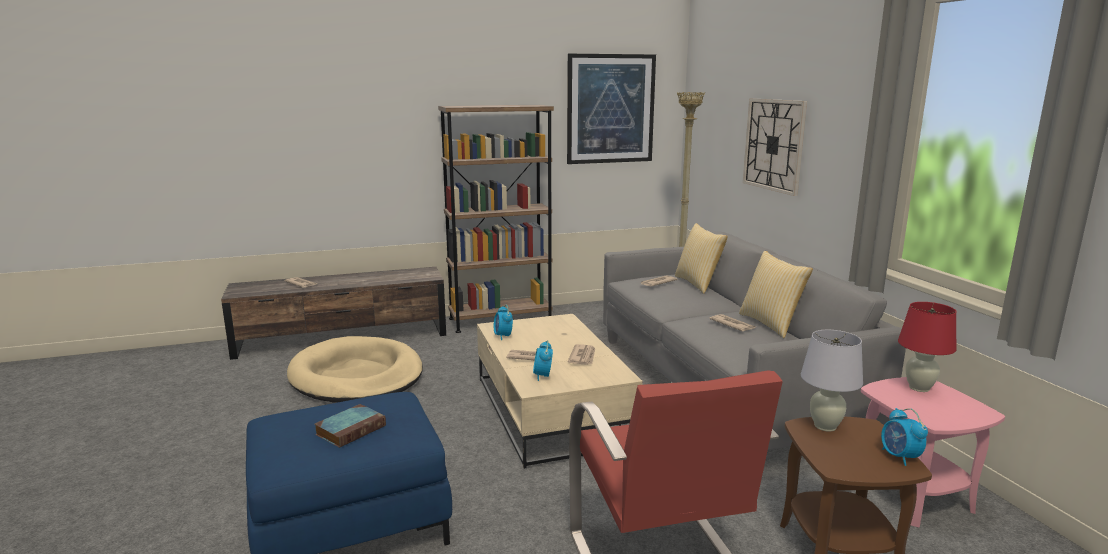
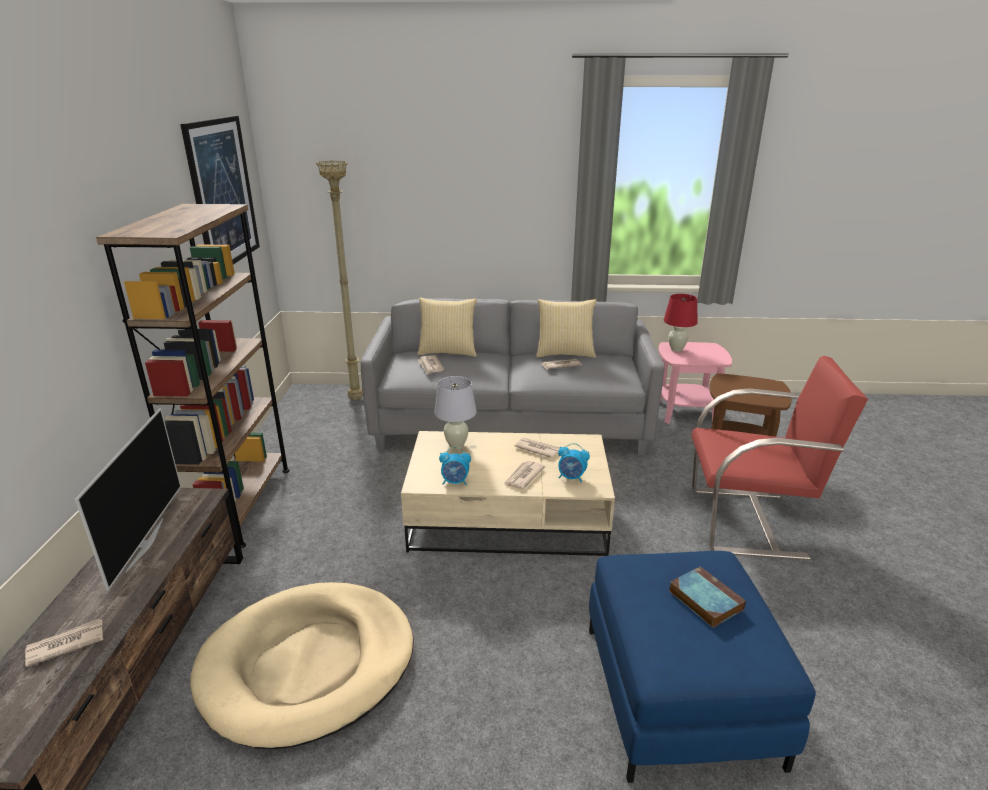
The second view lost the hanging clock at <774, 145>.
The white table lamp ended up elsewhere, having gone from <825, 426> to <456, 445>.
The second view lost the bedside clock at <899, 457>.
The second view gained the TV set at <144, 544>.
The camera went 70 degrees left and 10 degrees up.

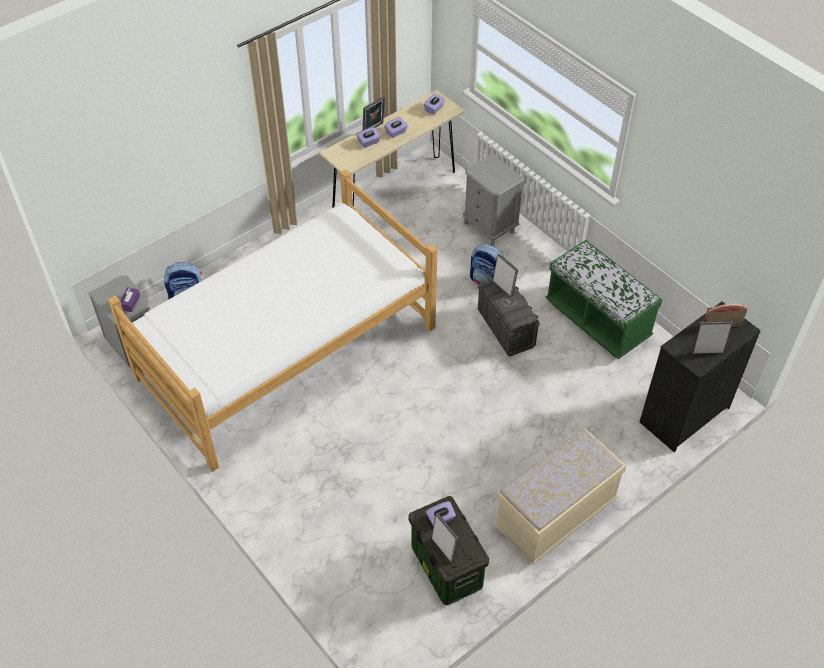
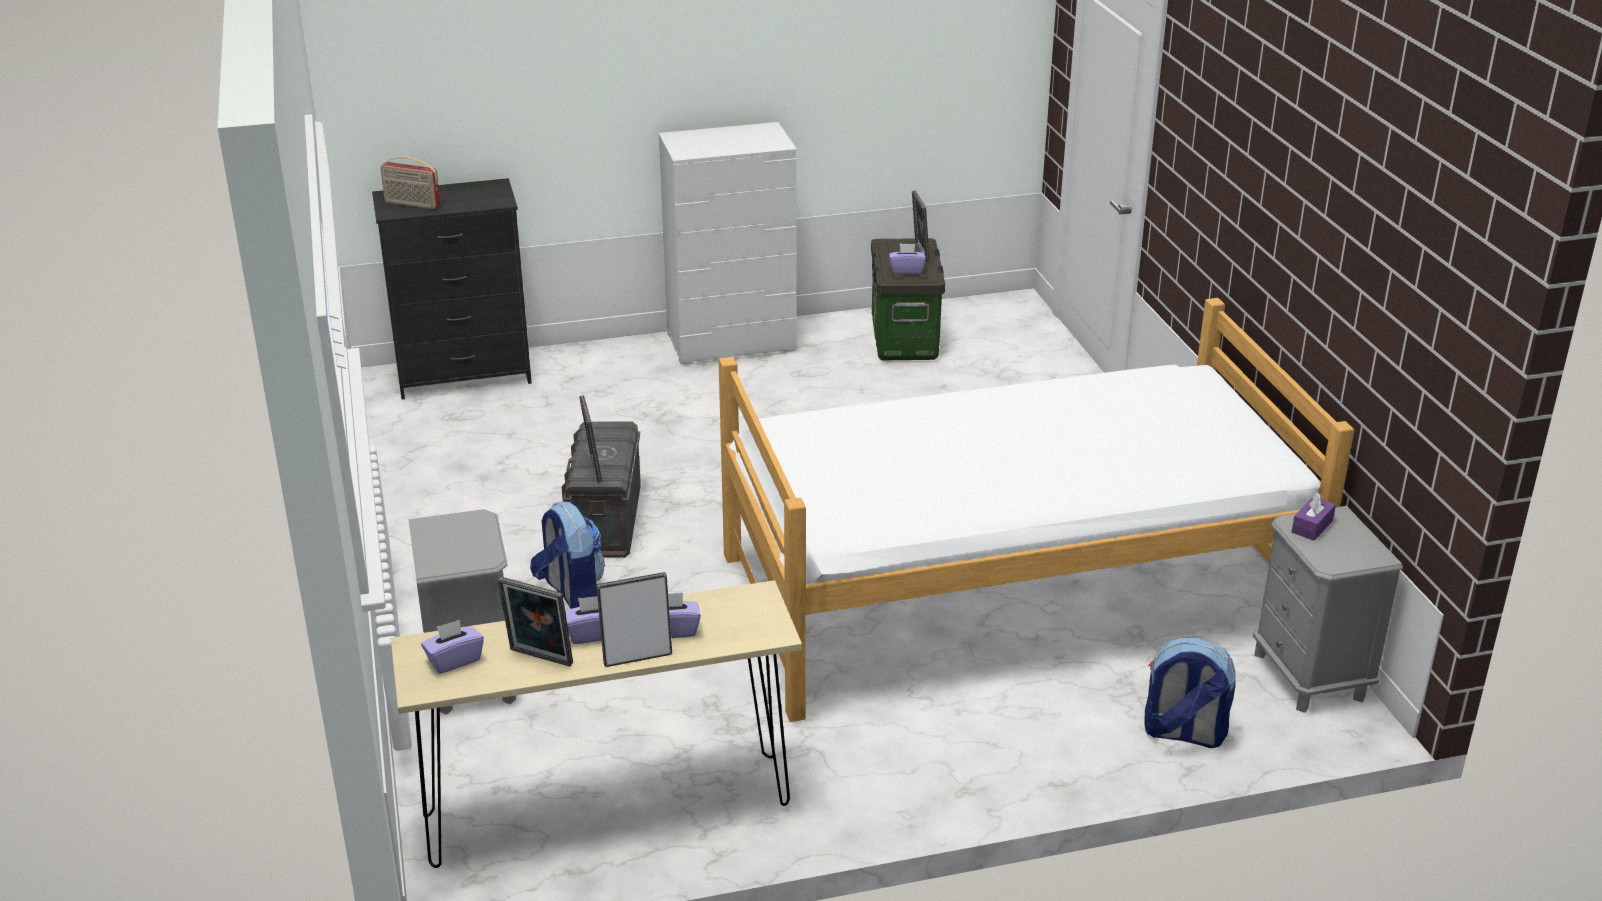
Where the sand-coloured bench stood at <555, 515>, the white dresser came to stand at <732, 342>.
The second view lost the green-coloured bench at <597, 320>.
The standing frame ended up elsewhere, having gone from <707, 351> to <539, 659>.
The camera went 155 degrees left and 20 degrees down.

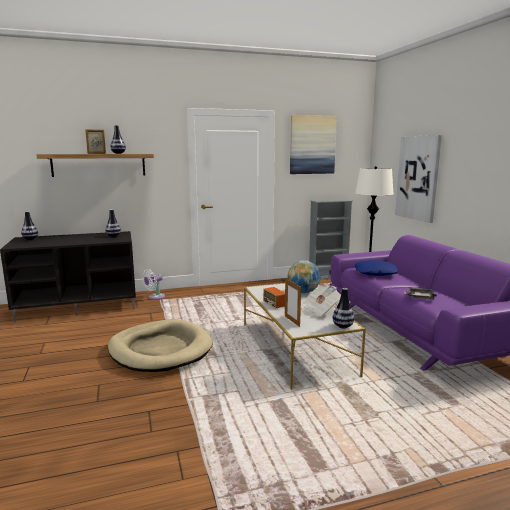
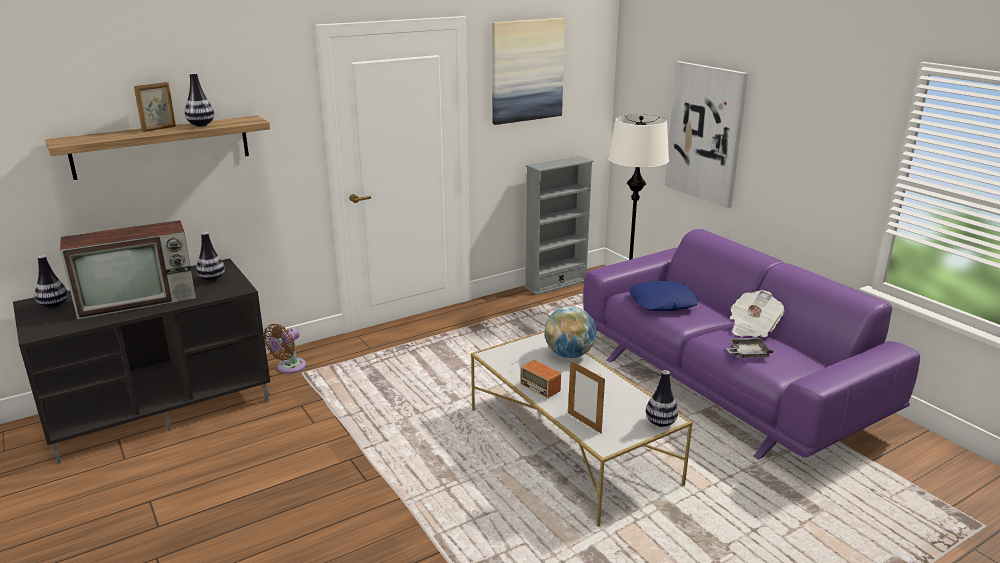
The second view lost the sand-coloured dog cushion at <160, 350>.
What was the white cooling fan at <155, 297> turned into the brown cooling fan at <289, 367>.
The newspaper ended up elsewhere, having gone from <319, 311> to <752, 327>.
The second view gained the TV set at <139, 300>.
The camera went 15 degrees left and 10 degrees up.

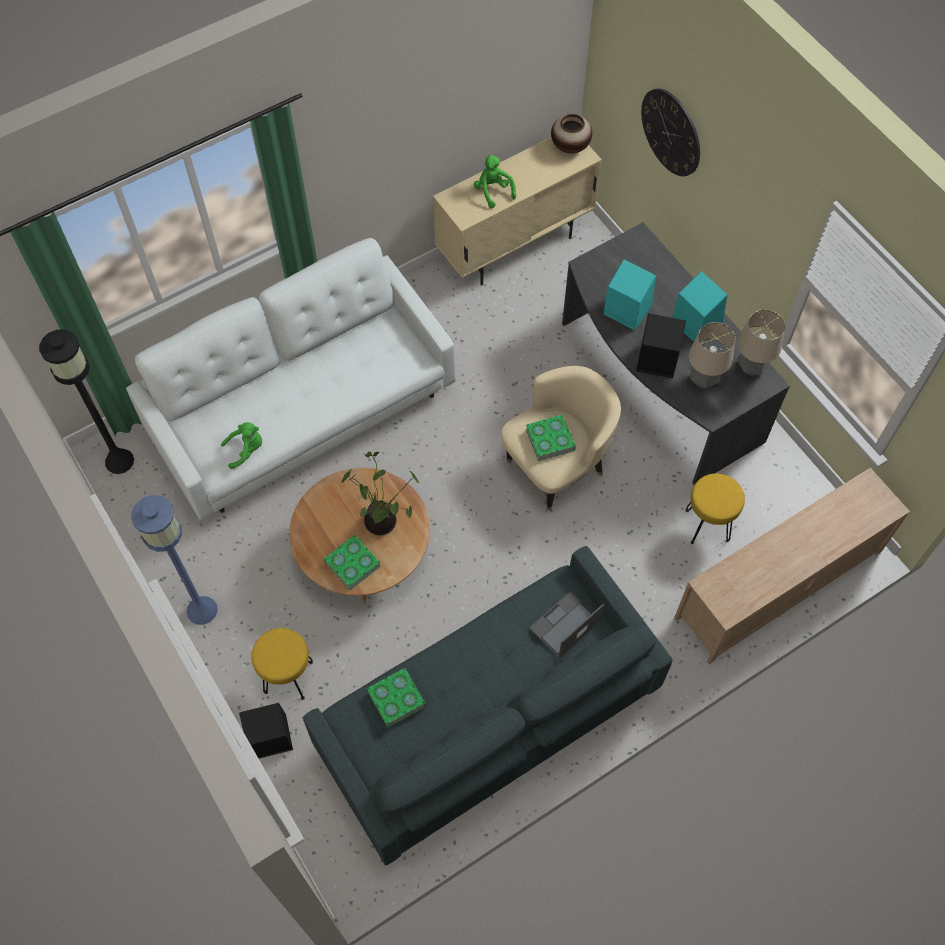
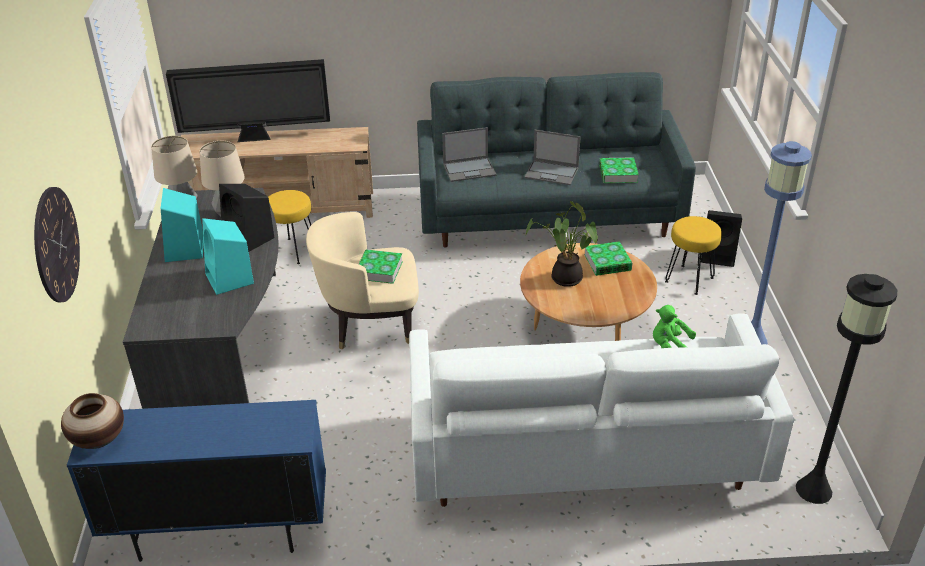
What was the sand-coloured cabinet at <515, 246> turned into the blue-coloured cabinet at <219, 532>.
The second view lost the green-coloured plush toy at <493, 191>.
The second view gained the TV set at <256, 138>.
The second view gained the portable computer at <552, 173>.
The camera went 150 degrees left and 25 degrees down.

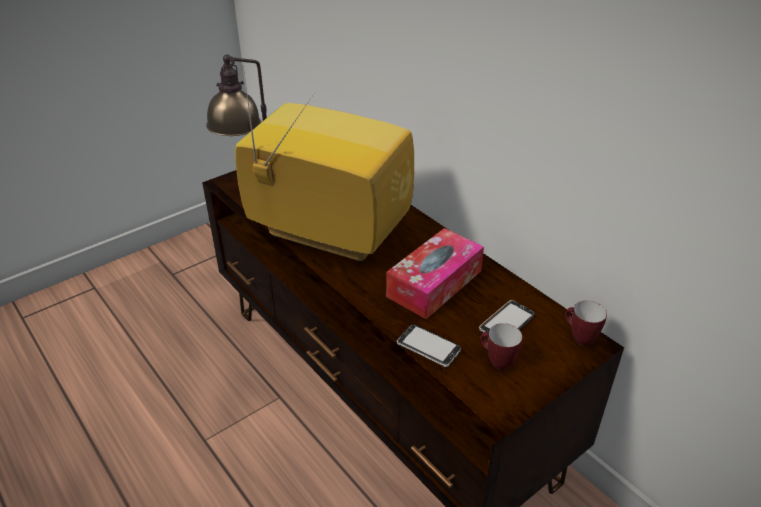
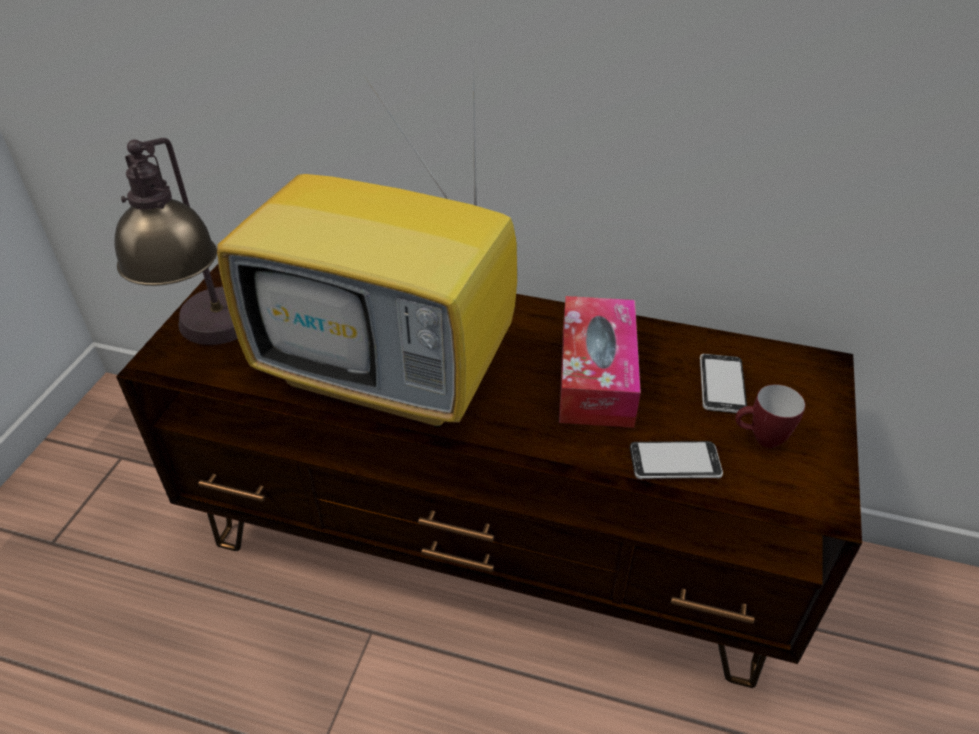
The TV set at <325, 235> ended up facing another way, 150 degrees counterclockwise from before.
The second view lost the tea mug at <578, 337>.
The camera went 35 degrees left and 5 degrees up.

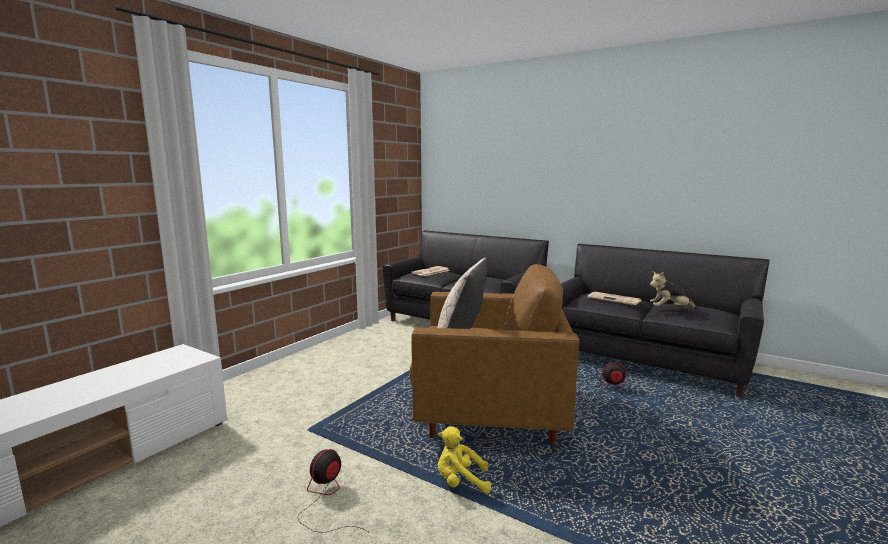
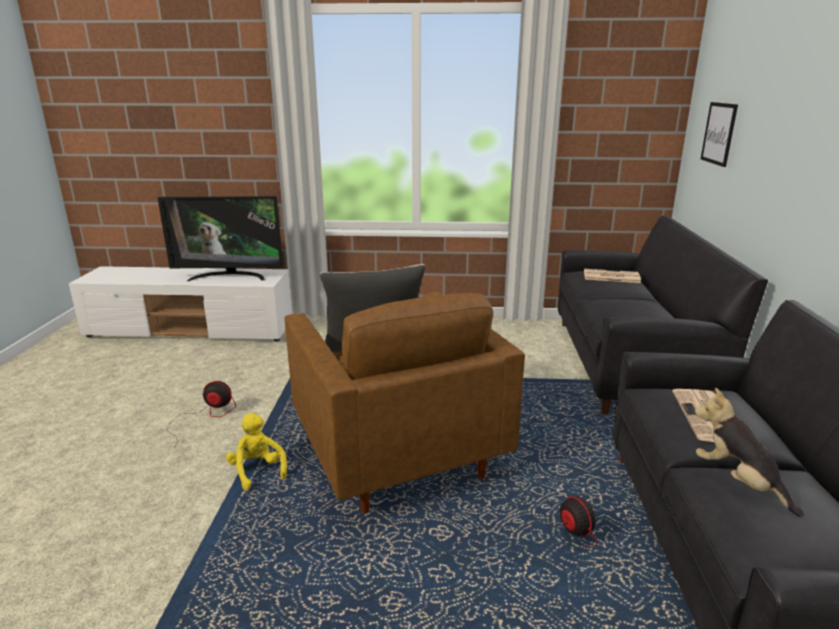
The second view gained the TV set at <229, 276>.
The second view gained the picture at <719, 133>.
The camera went 60 degrees right and 10 degrees up.

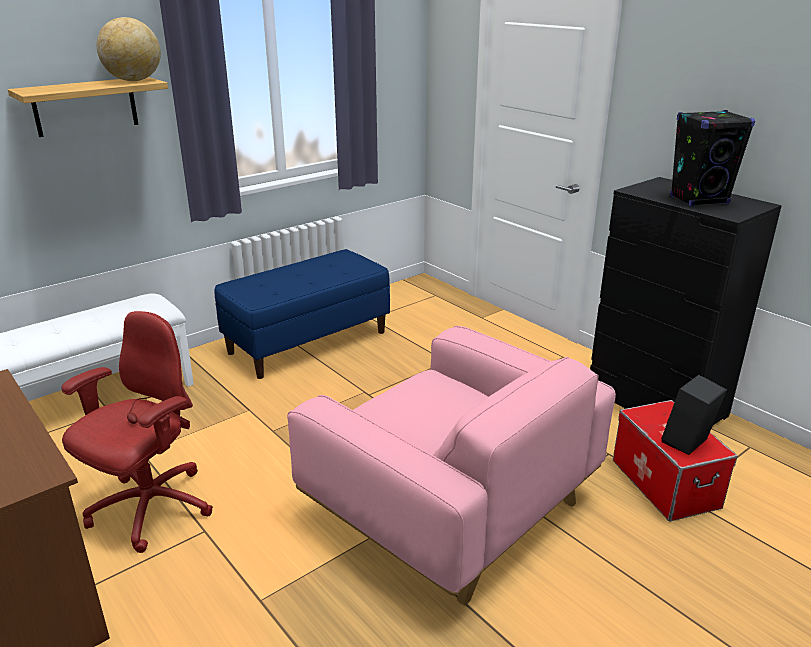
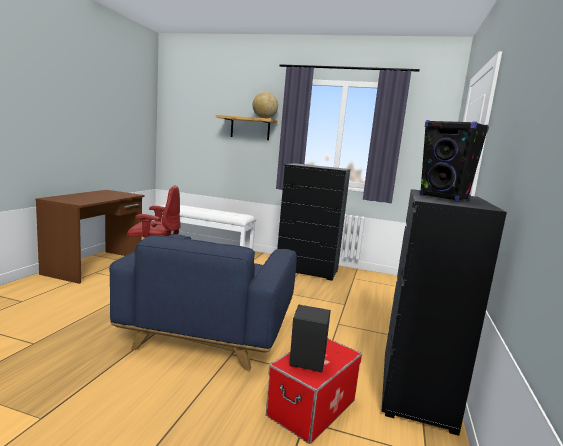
Where the blue-coloured bench stood at <308, 342>, the blackish dresser came to stand at <307, 270>.
What was the pink-coloured easy chair at <451, 505> turned into the blue-coloured easy chair at <210, 330>.
The camera went 55 degrees right and 15 degrees down.

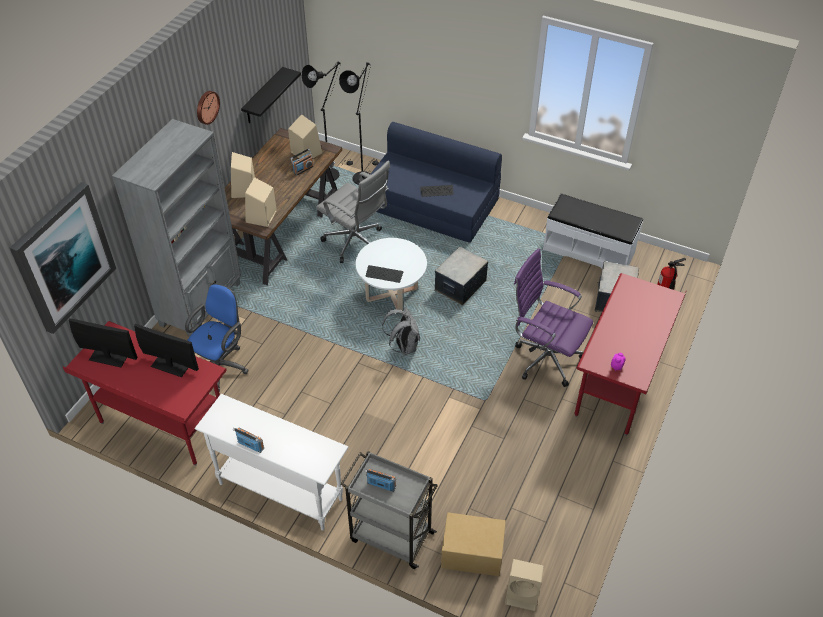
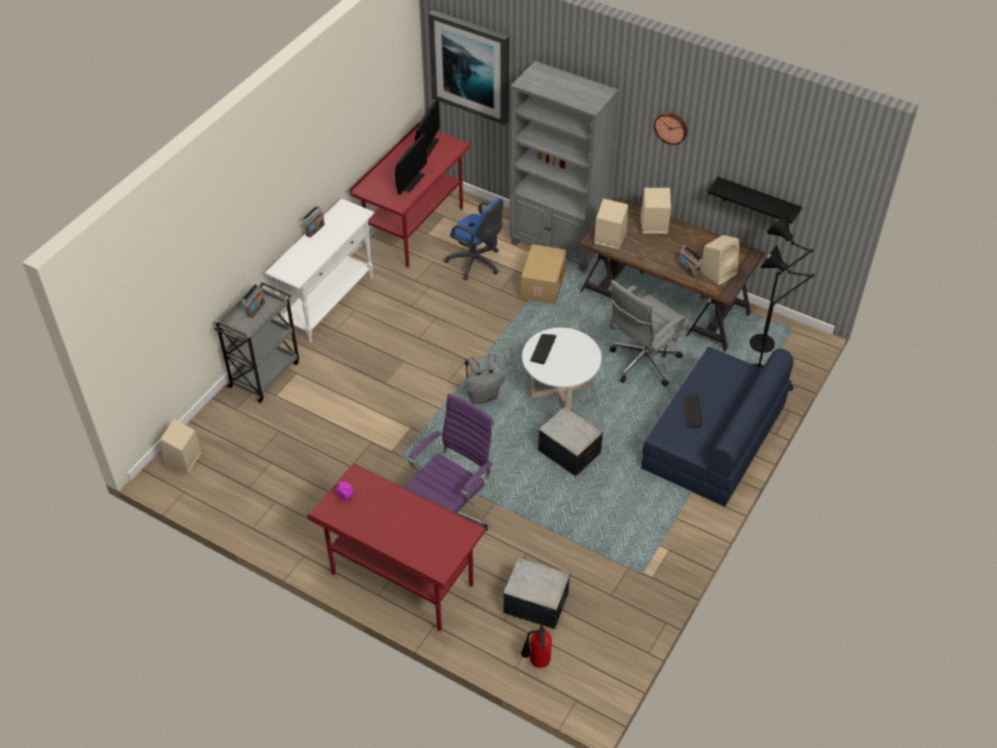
The packing box ended up elsewhere, having gone from <471, 554> to <542, 285>.
The second view lost the white bench at <589, 250>.
The camera went 95 degrees right and 0 degrees up.

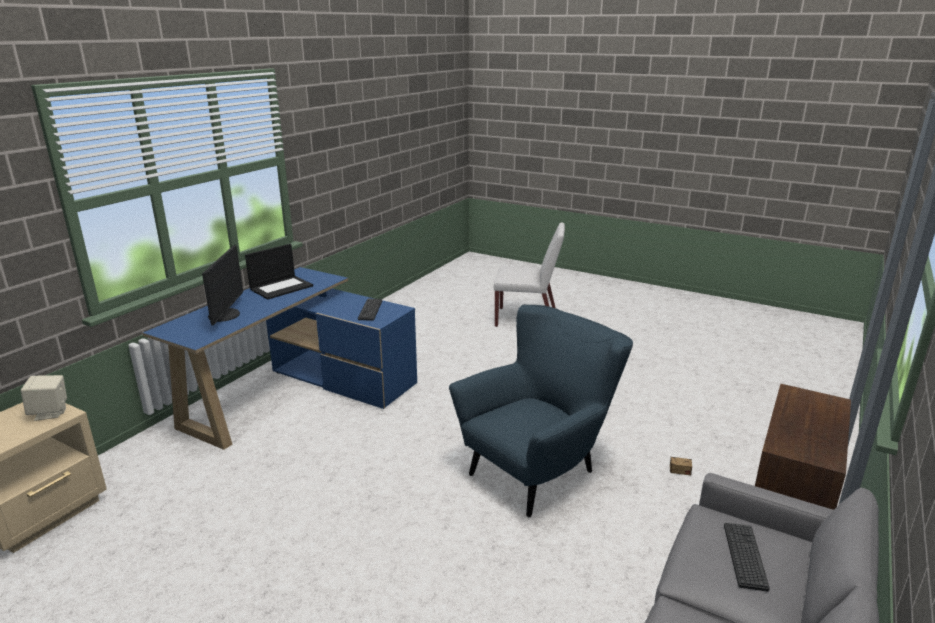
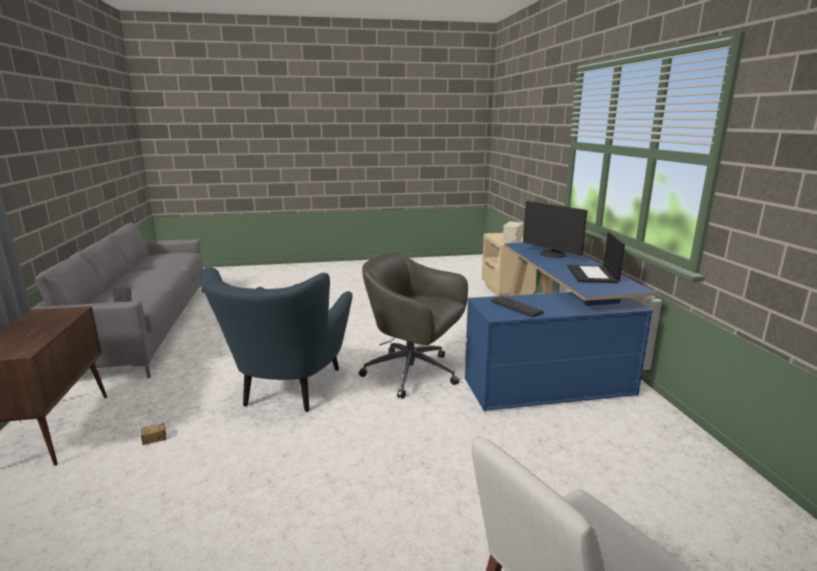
The second view gained the greyish desk chair at <414, 373>.
The camera went 140 degrees right and 5 degrees down.

